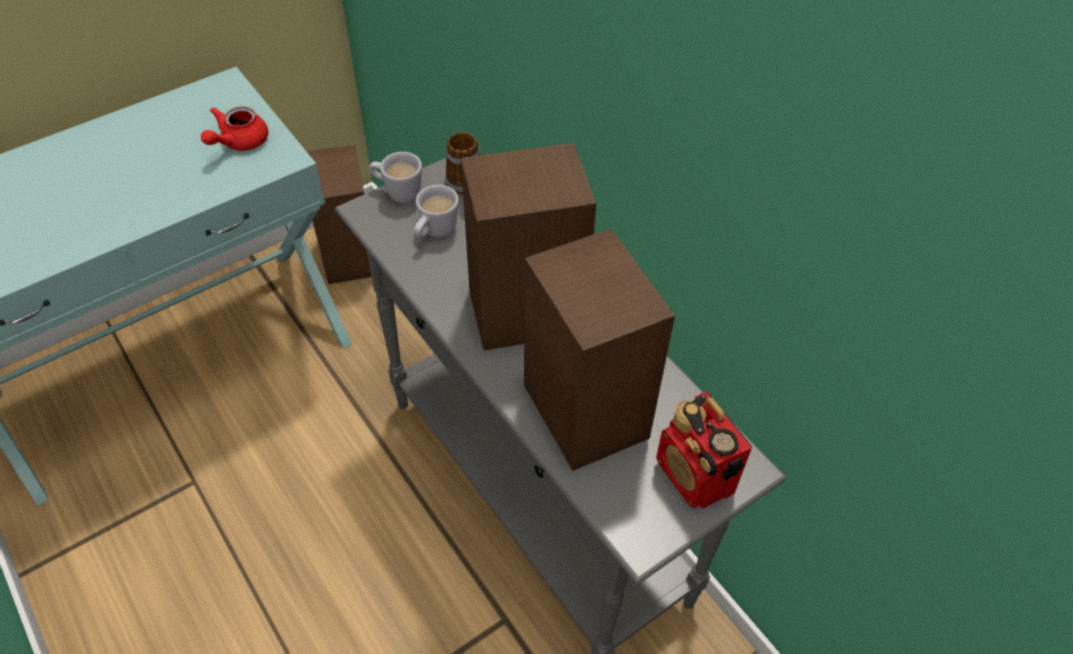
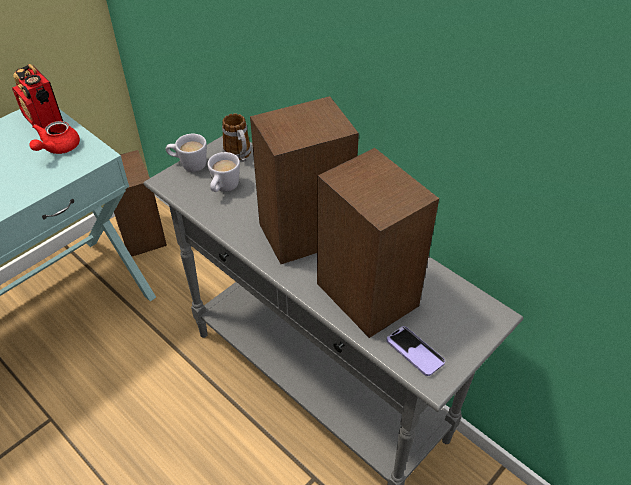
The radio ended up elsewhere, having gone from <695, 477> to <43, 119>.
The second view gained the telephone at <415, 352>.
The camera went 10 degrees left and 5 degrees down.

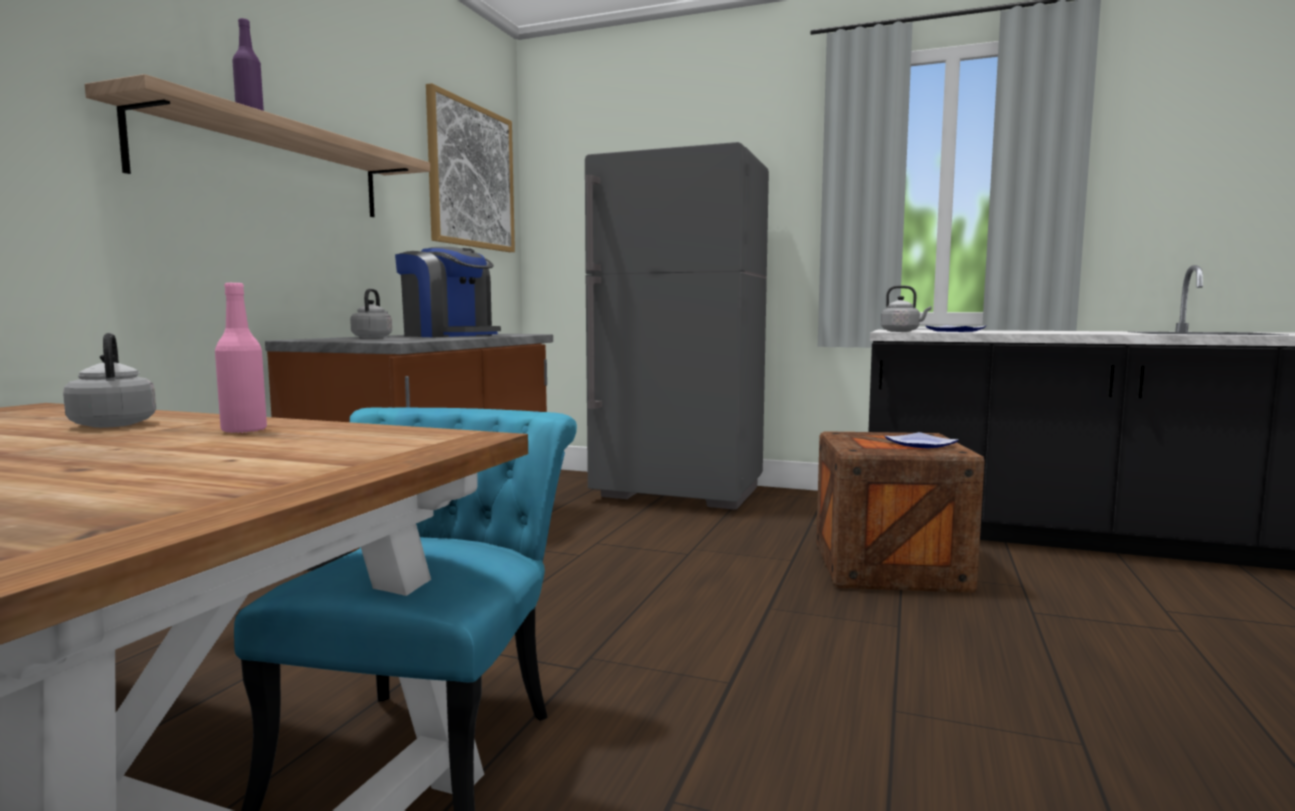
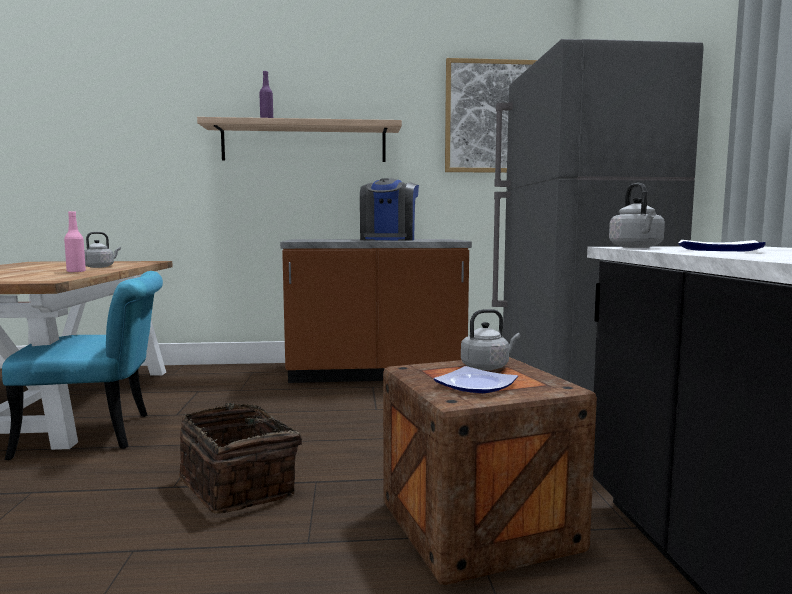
The greyish tea kettle ended up elsewhere, having gone from <373, 337> to <487, 367>.
The second view gained the household basket at <240, 486>.
The camera went 65 degrees right and 0 degrees up.

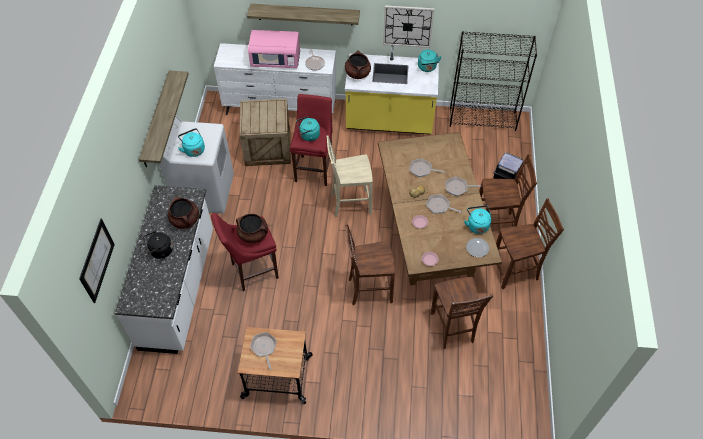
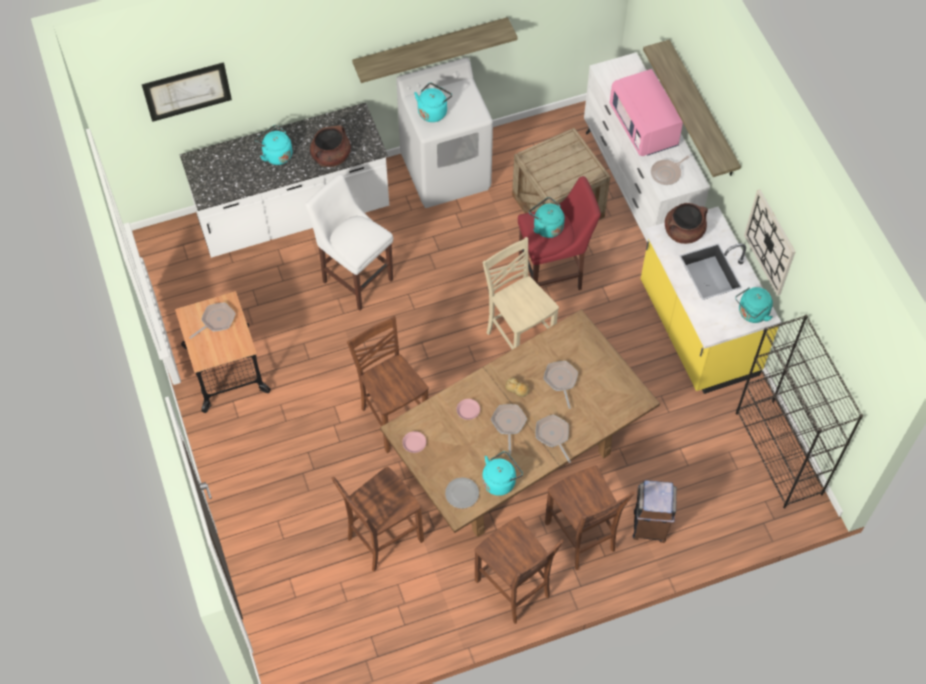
What was the blackish tea kettle at <160, 251> turned into the turquoise-coloured tea kettle at <276, 154>.
What was the reddish stool at <252, 271> turned into the white stool at <355, 278>.
The second view lost the brown cooking pot at <253, 234>.
The camera went 65 degrees right and 5 degrees up.

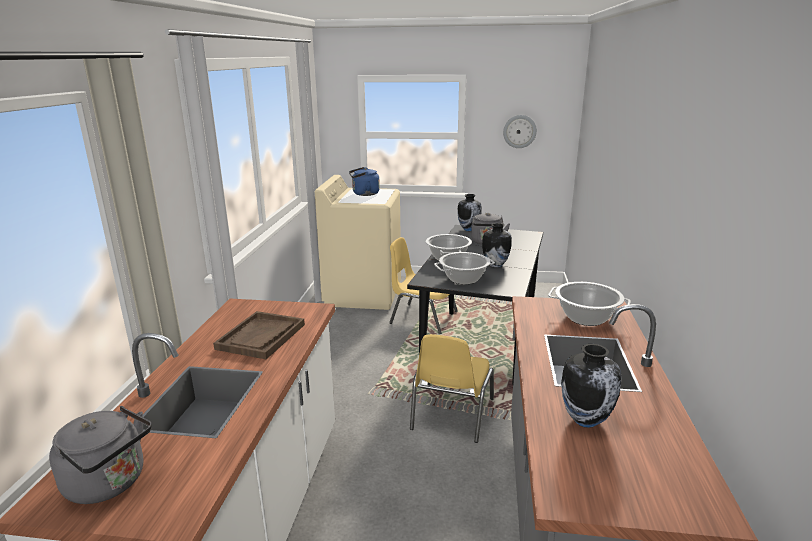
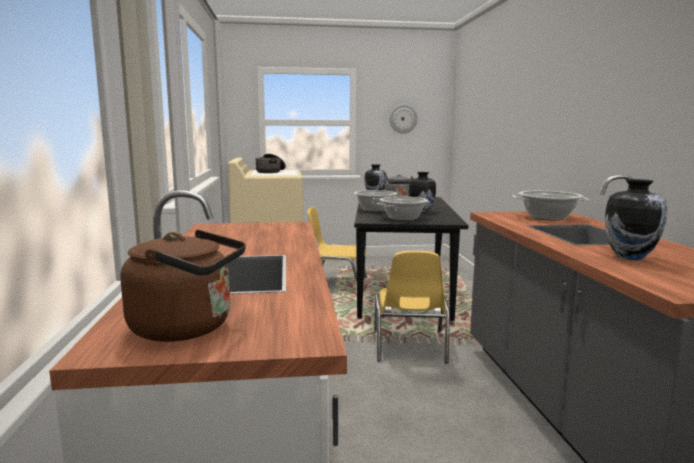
What was the greyish tea kettle at <110, 483> turned into the brown tea kettle at <188, 327>.
The second view lost the brown serving tray at <261, 337>.
Where the blue-coloured tea kettle stood at <364, 194>, the cooking pot came to stand at <270, 171>.
The camera went 15 degrees left and 10 degrees down.

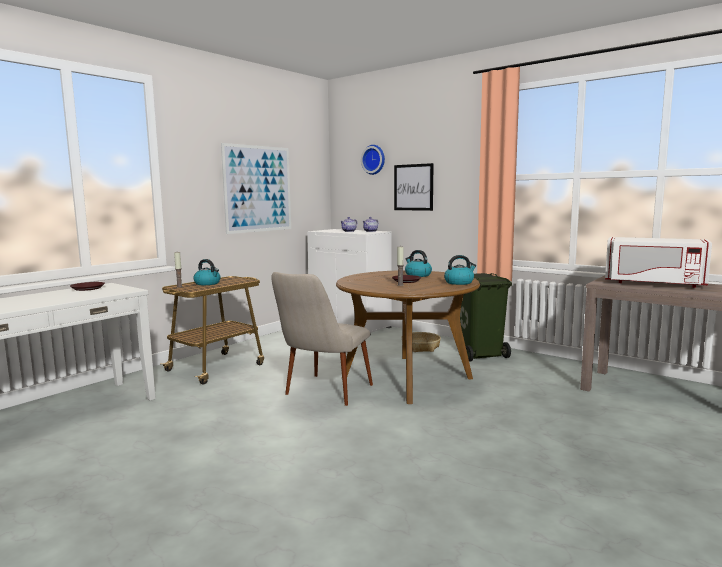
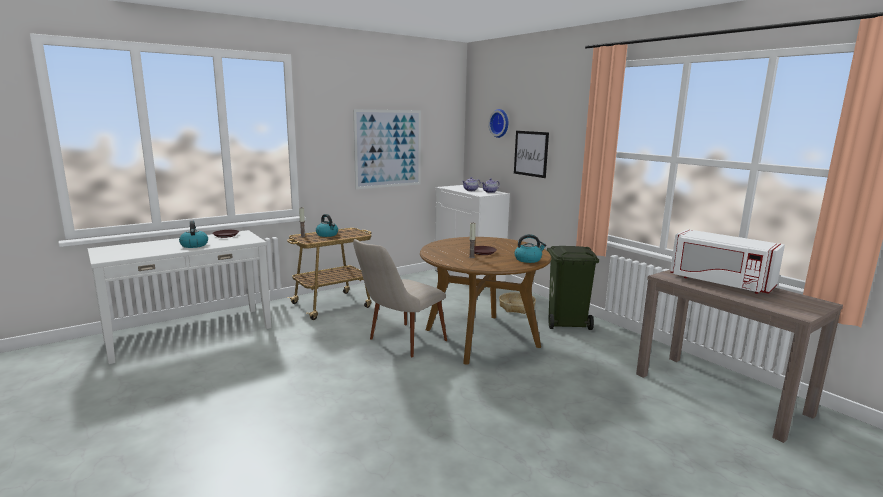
The tea kettle ended up elsewhere, having gone from <417, 275> to <194, 245>.
The camera went 15 degrees right and 5 degrees up.

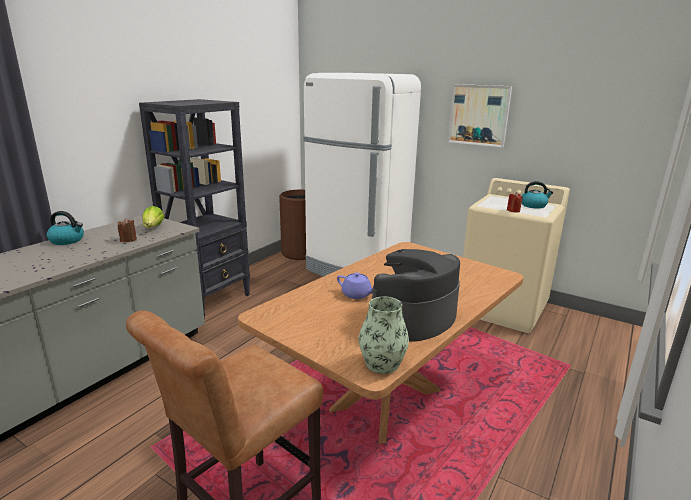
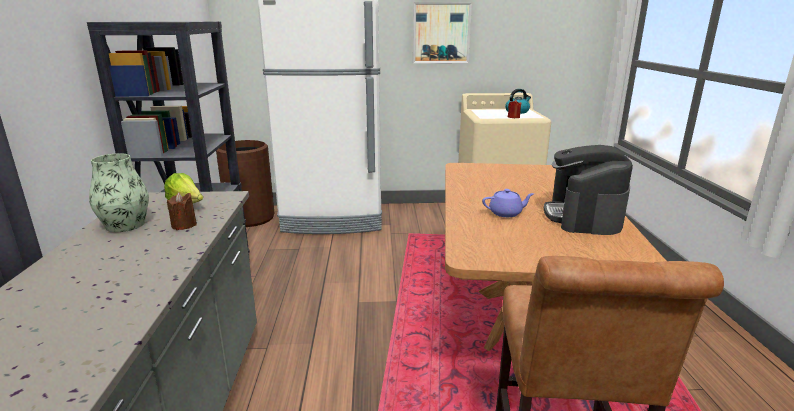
The second view lost the tea kettle at <67, 240>.
The decorative vase ended up elsewhere, having gone from <382, 363> to <125, 225>.
The camera went 35 degrees left and 0 degrees up.

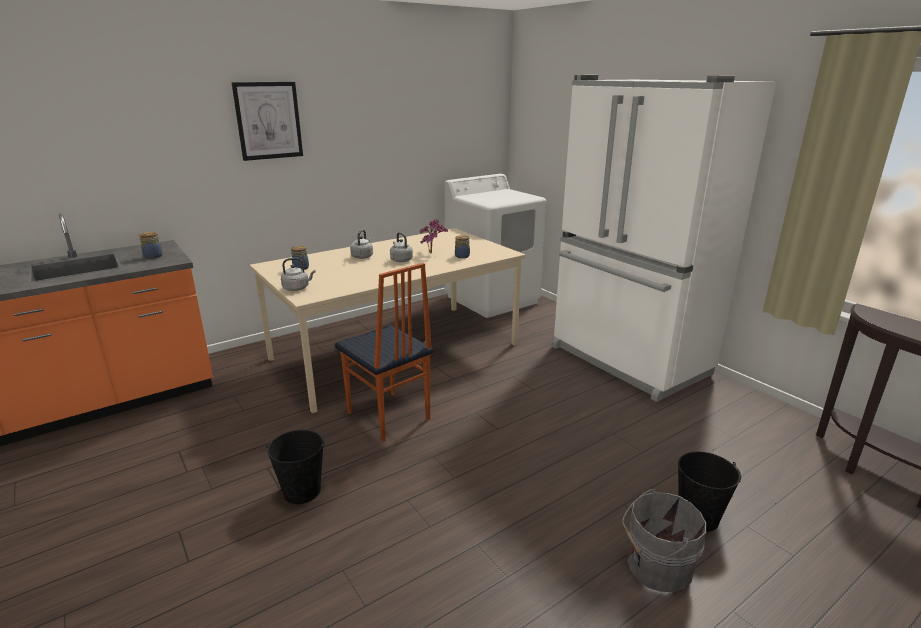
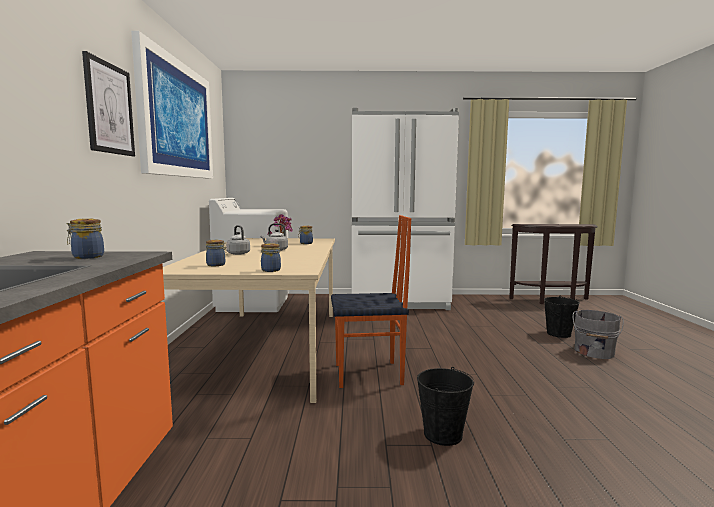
Where the greyish tea kettle stood at <297, 288>, the preserve jar came to stand at <271, 270>.
The second view gained the picture at <177, 119>.
The camera went 55 degrees left and 15 degrees down.

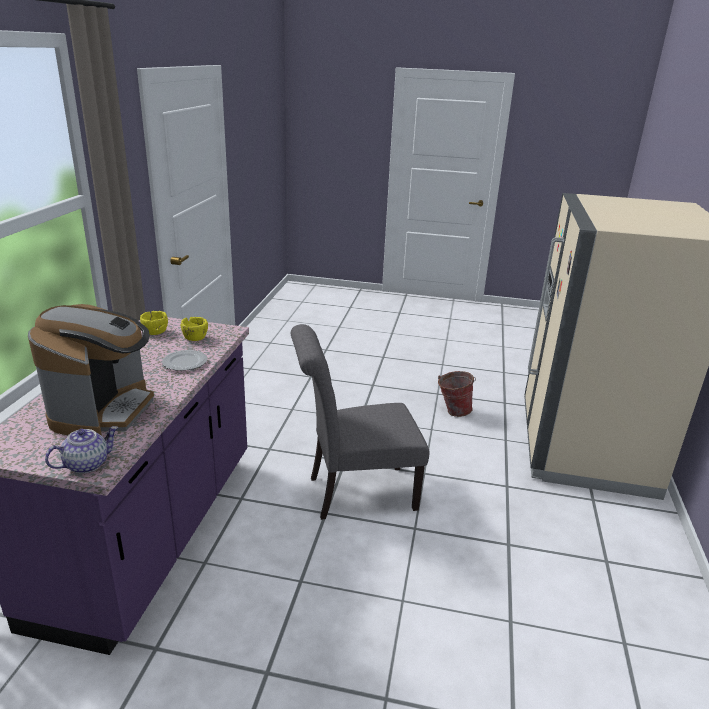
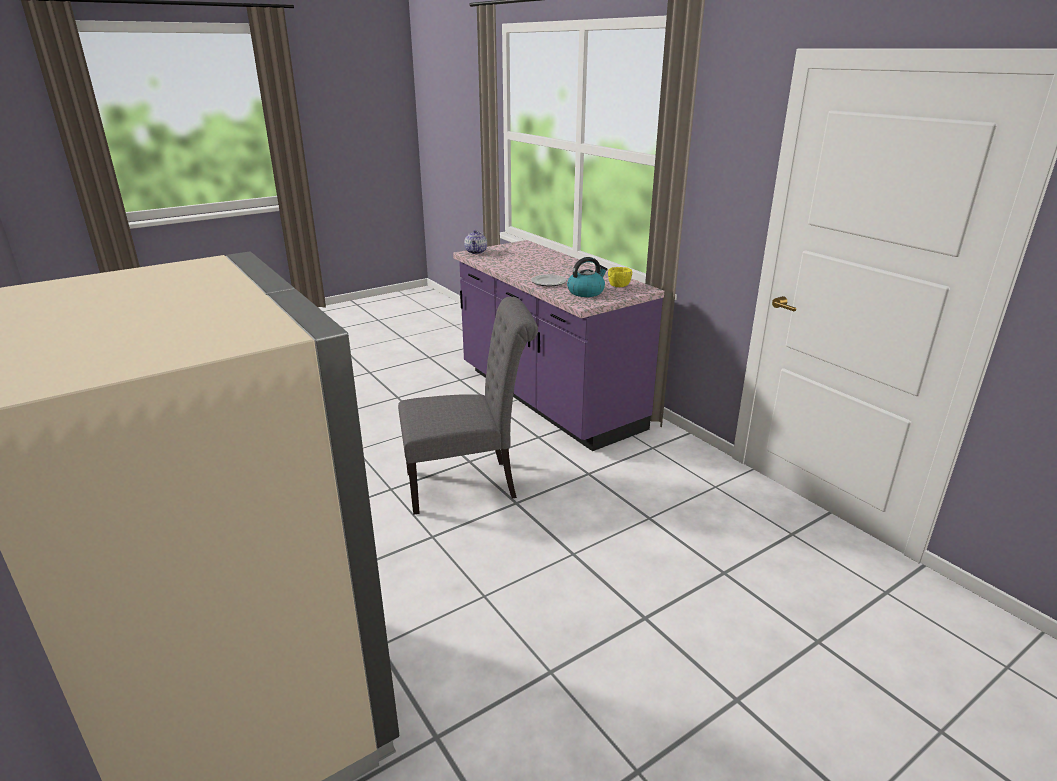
The second view lost the coffee machine at <104, 410>.
Where the yellowish bowl stood at <195, 338>, the tea kettle came to stand at <586, 292>.
The greyish upright chair at <354, 493> ended up facing another way, 45 degrees clockwise from before.
The second view lost the bucket at <452, 411>.
The camera went 135 degrees right and 0 degrees up.

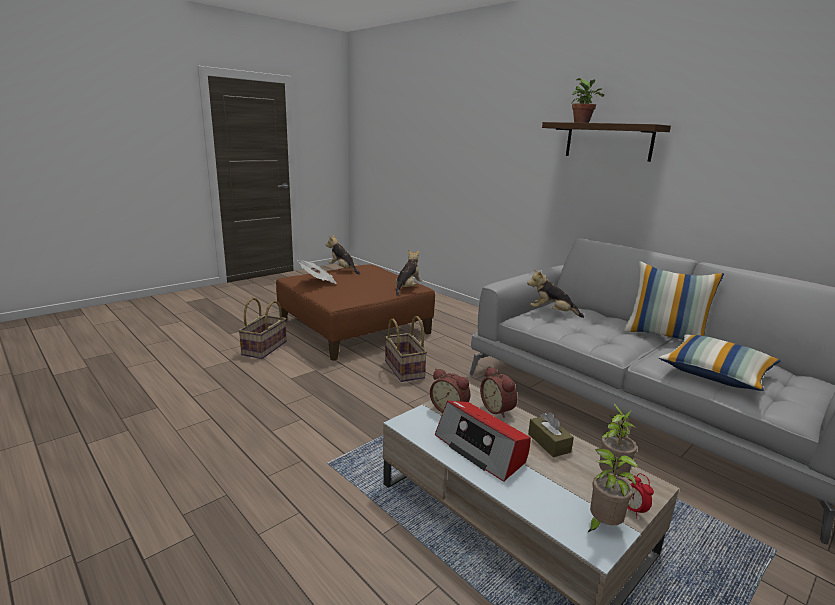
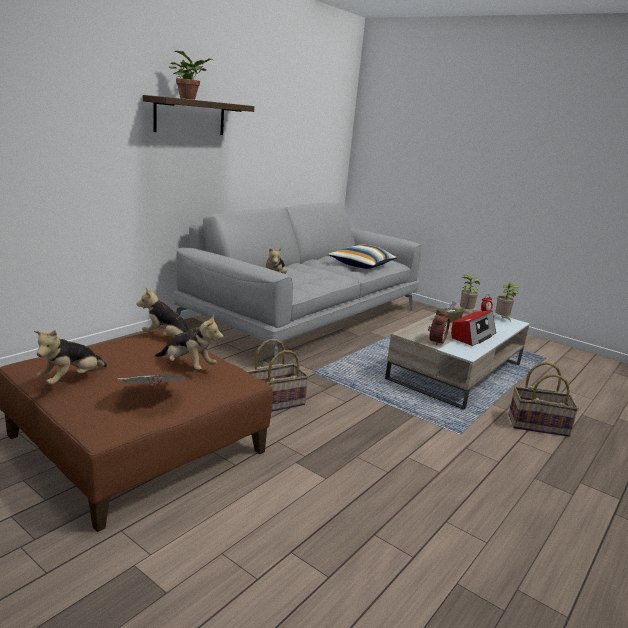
The household basket ended up elsewhere, having gone from <265, 348> to <538, 425>.
The second view lost the bedside clock at <498, 409>.
The second view lost the throw pillow at <664, 336>.
The second view gained the plush toy at <187, 366>.
The camera went 100 degrees left and 0 degrees up.

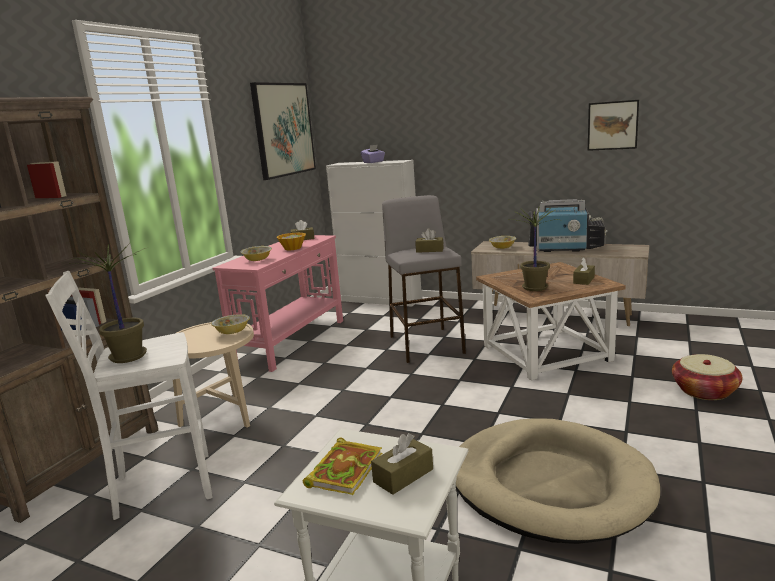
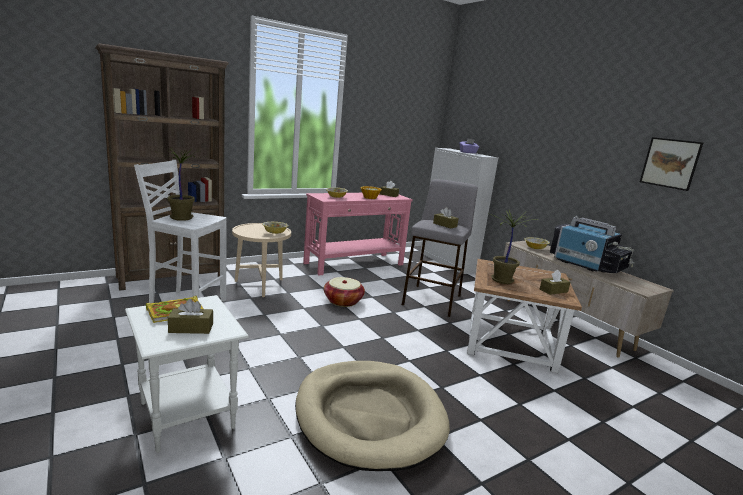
The second view lost the picture at <283, 129>.
The household basket ended up elsewhere, having gone from <704, 391> to <343, 301>.
The camera went 30 degrees right and 0 degrees up.

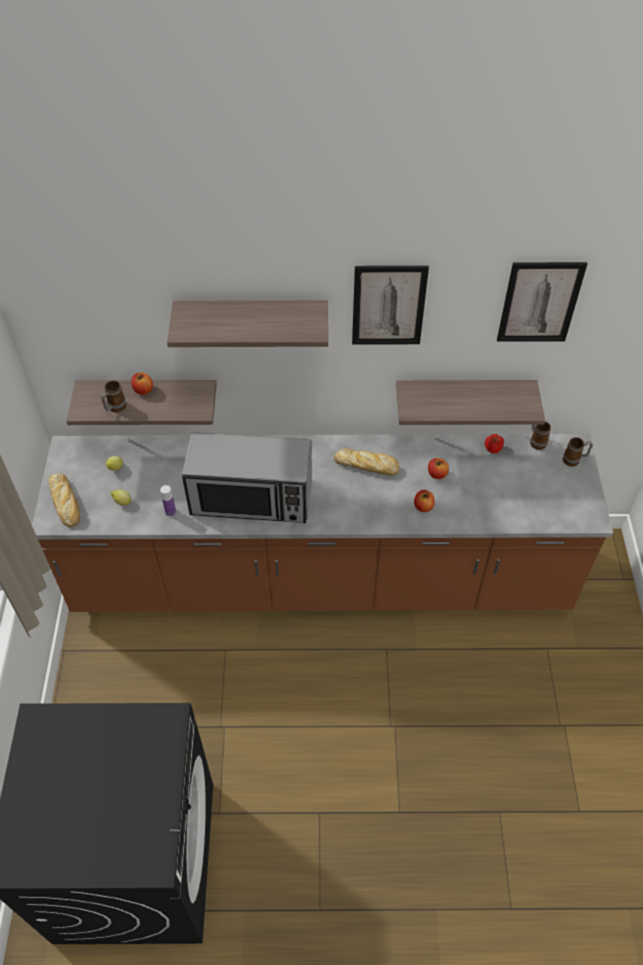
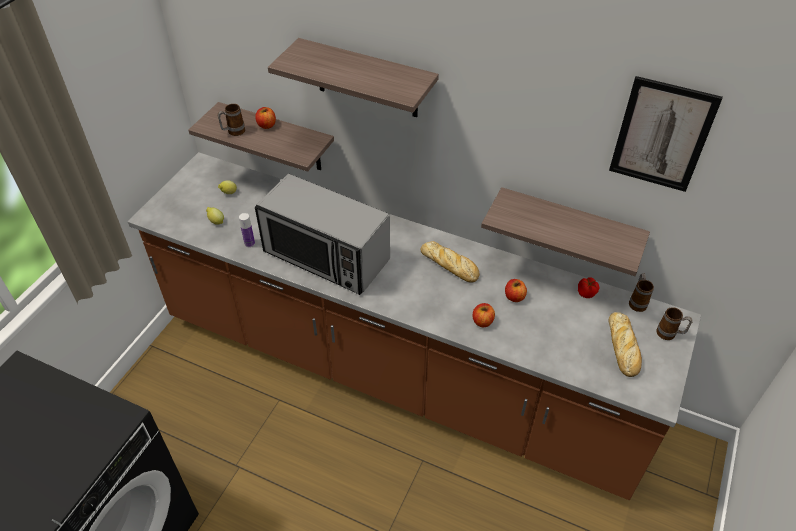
The bakery bread ended up elsewhere, having gone from <65, 503> to <623, 348>.
The second view lost the picture at <388, 305>.
The camera went 25 degrees right and 5 degrees down.

